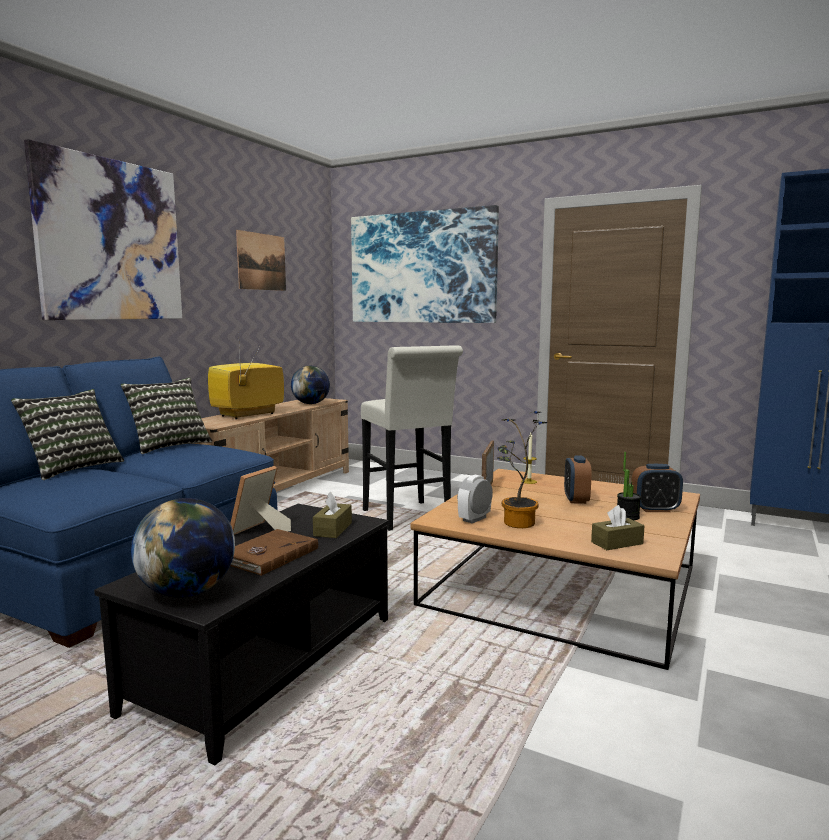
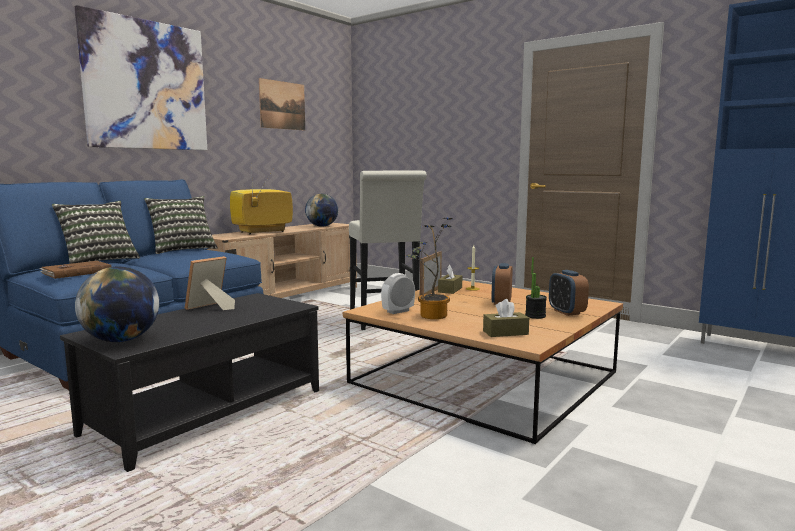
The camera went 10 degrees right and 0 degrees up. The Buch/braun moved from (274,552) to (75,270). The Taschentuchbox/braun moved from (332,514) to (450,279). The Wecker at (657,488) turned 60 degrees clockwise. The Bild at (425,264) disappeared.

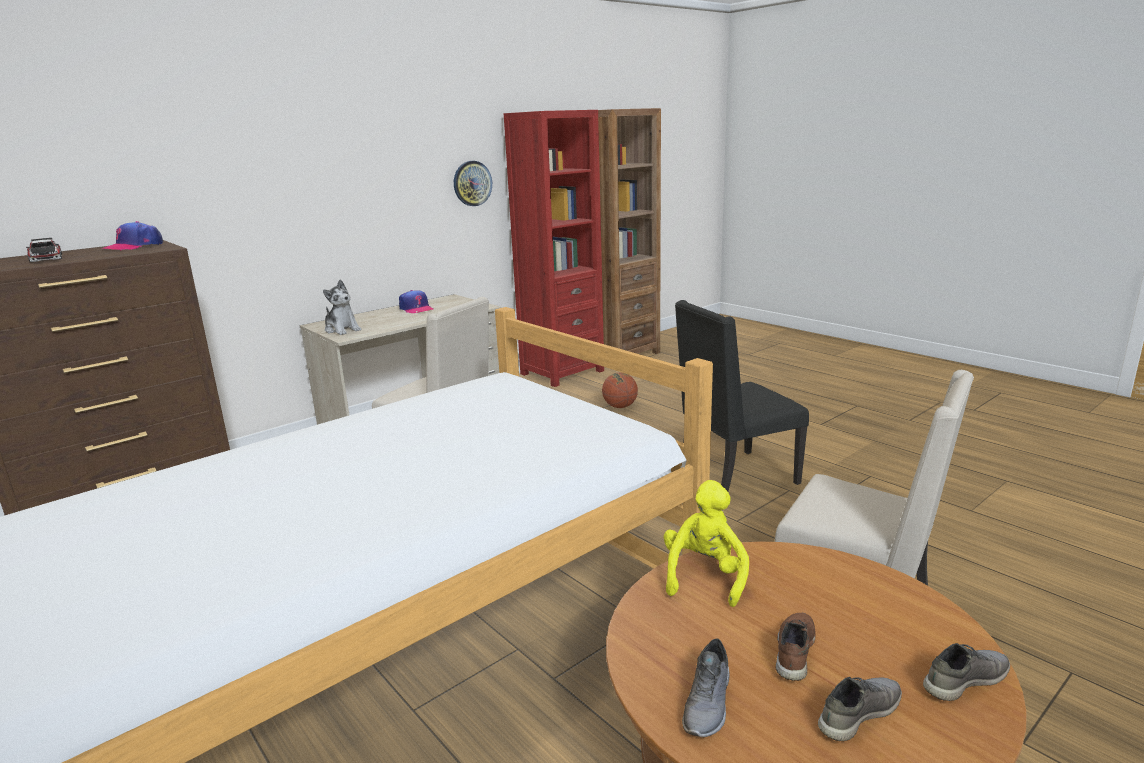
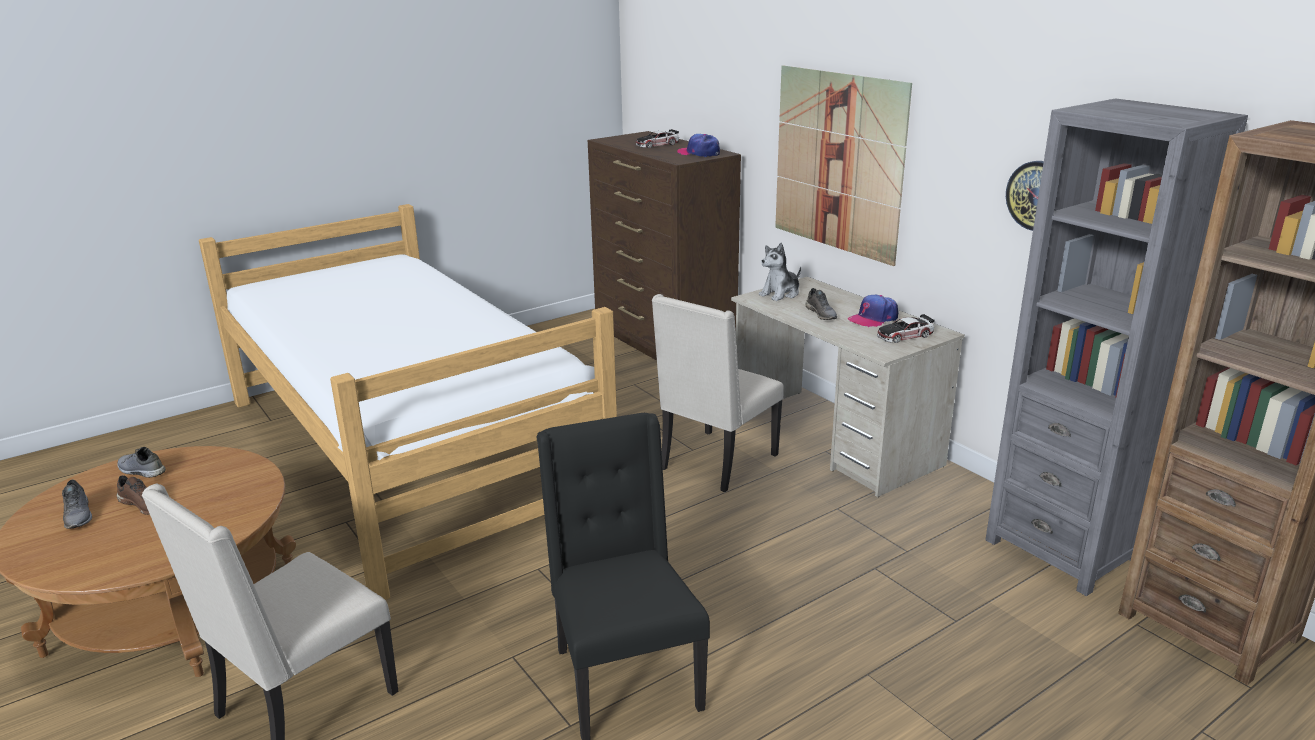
The camera went 95 degrees right and 5 degrees up. The Bild at (843,166) appeared. The Schuh/grau moved from (966,672) to (821,304). The Spielzeugauto at (906,328) appeared. The Bücherregal/rot at (554,248) became the Bücherregal/grau at (1116,347). The Basketball at (620,390) disappeared. The Plüschtier/gelb at (706,543) disappeared.

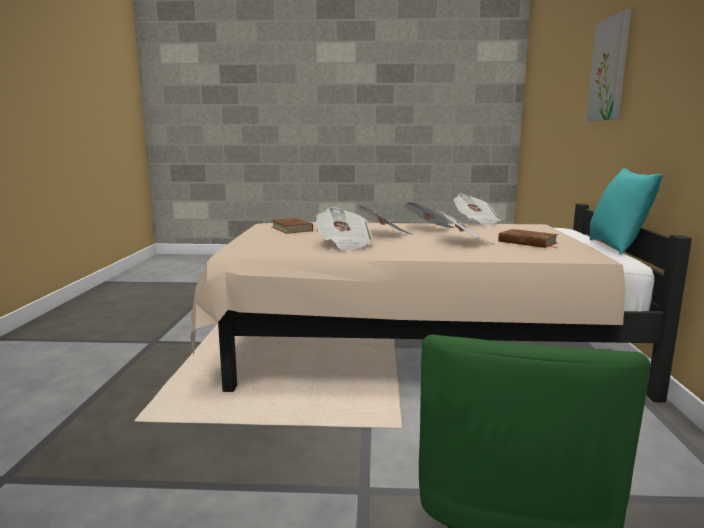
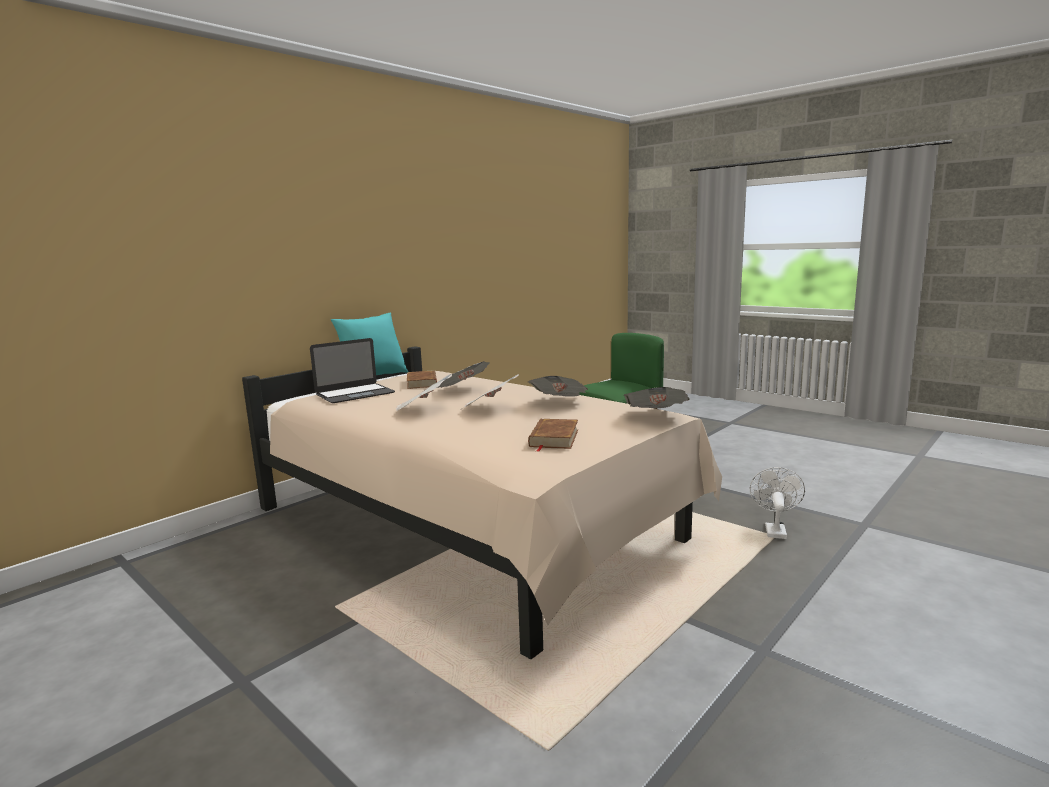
The camera went 140 degrees left and 0 degrees up. The Laptop at (352,370) appeared. The Zeitung moved from (477,210) to (657,397). The Ventilator/weiß at (777,503) appeared. The Bild at (608,65) disappeared.

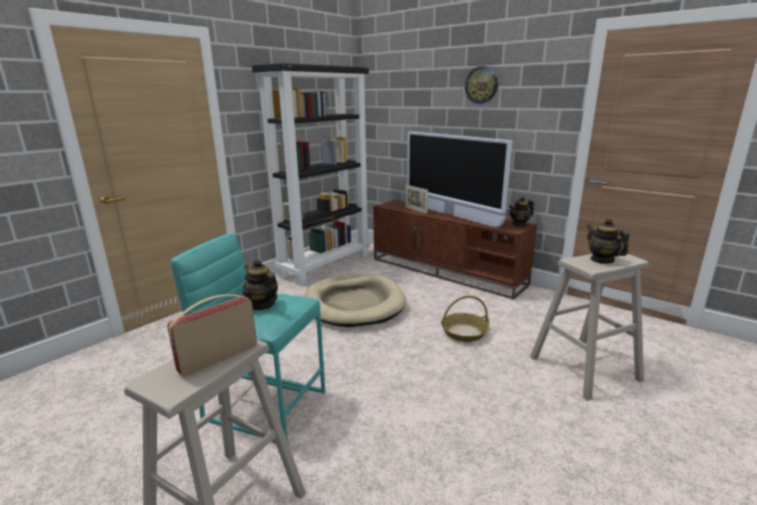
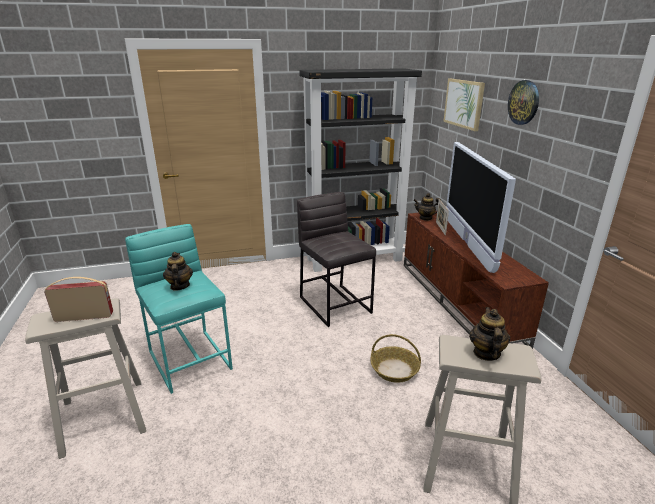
The camera went 35 degrees right and 5 degrees up. The Hundebett/beige at (355,300) was replaced by the Hocker/grau at (336,259). The Teekanne moved from (521,211) to (427,207). The Bild at (464,105) appeared.

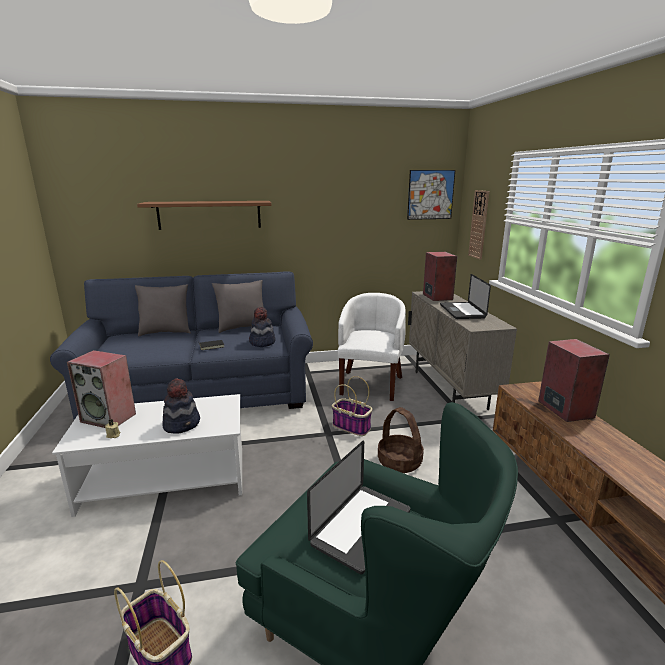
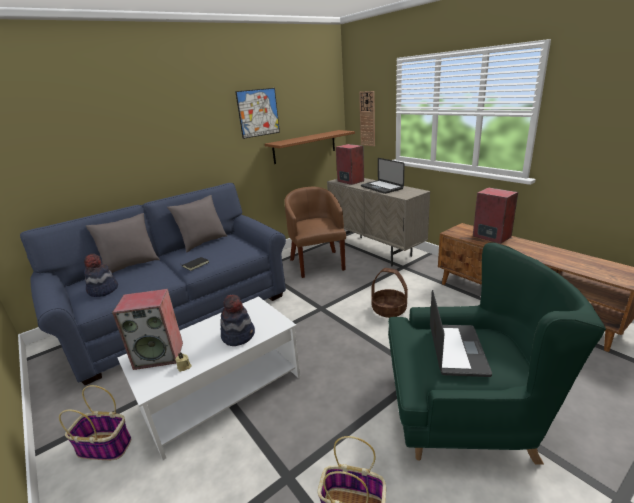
The camera went 25 degrees left and 5 degrees up. The Korb moved from (352,406) to (95,422). The Hut moved from (262,327) to (101,275). The Bild moved from (431,195) to (257,113). The Wandregal/braun moved from (204,215) to (310,147). The Sessel/weiß at (372,347) became the Sessel/braun at (315,232).

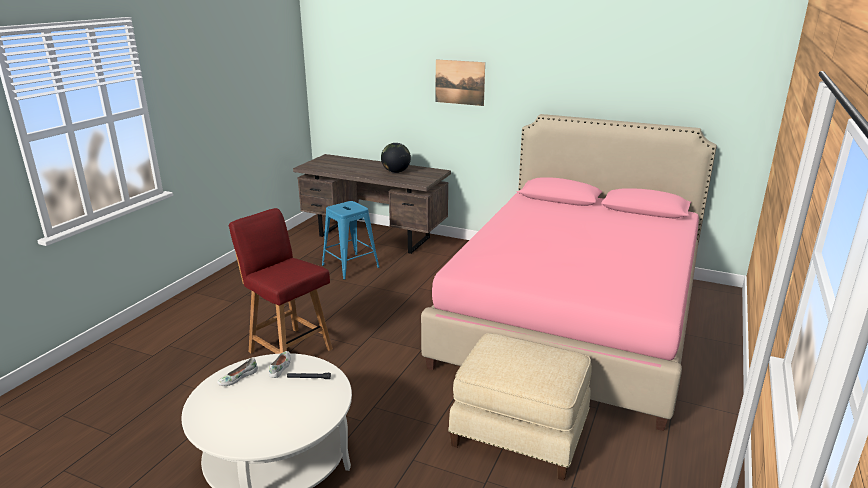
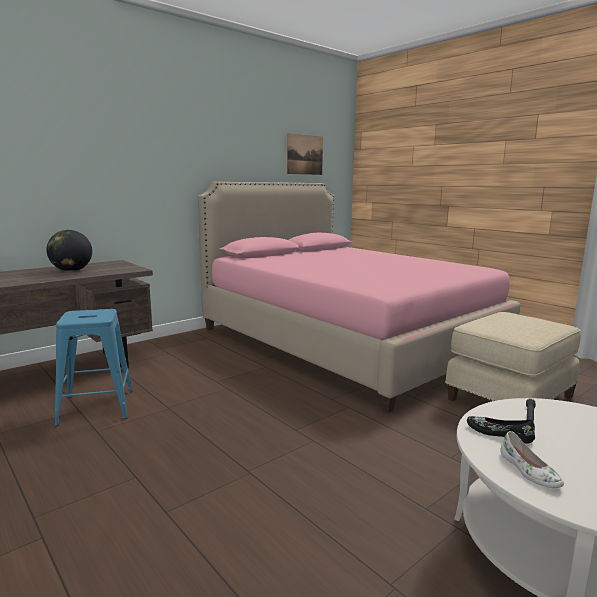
The camera went 65 degrees left and 10 degrees down. The Bild moved from (460,82) to (305,154). The Schuh/weiß at (280,364) became the Schuh/schwarz at (501,430). The Stuhl/rot at (281,281) disappeared.

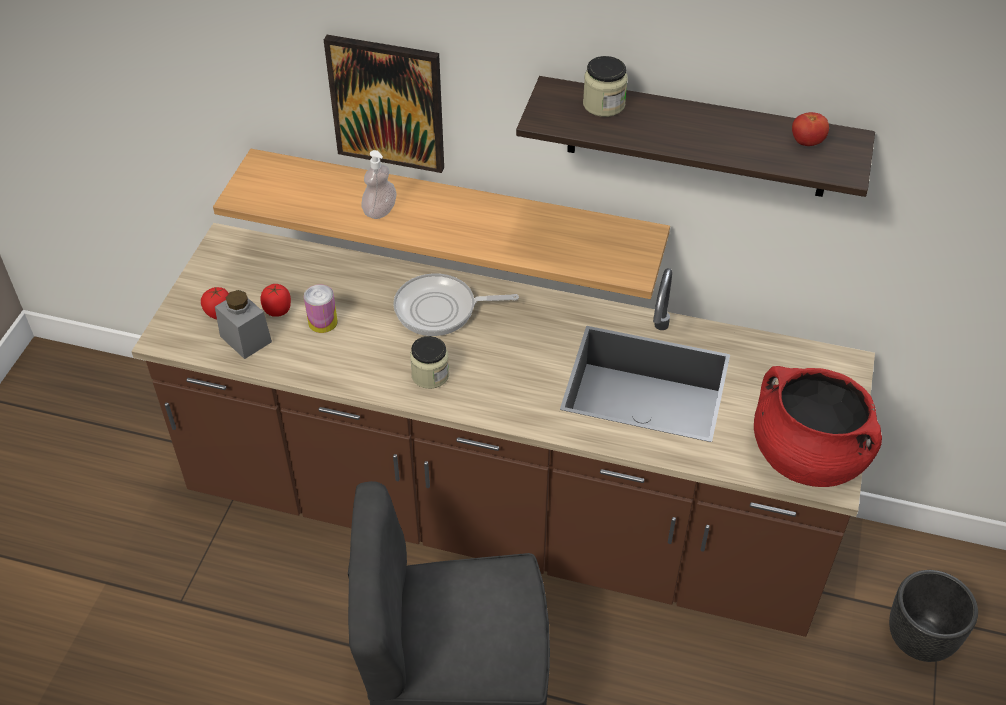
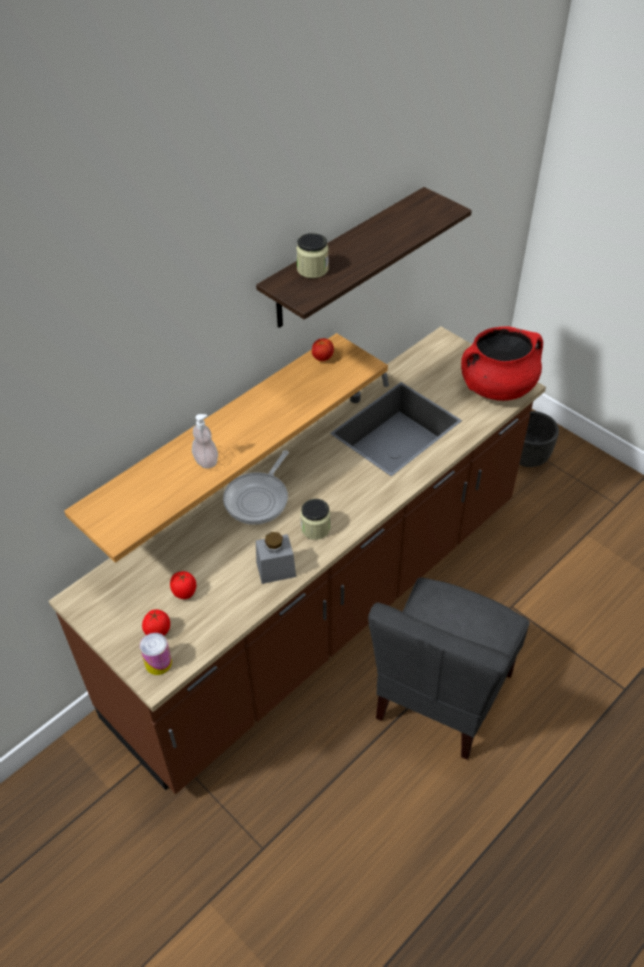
The camera went 60 degrees left and 0 degrees up. The Dose moved from (321,309) to (156,654). The Vorratsglas/grau moved from (243,324) to (276,558). The Tomate moved from (810,129) to (323,349). The Bild at (384,104) disappeared.

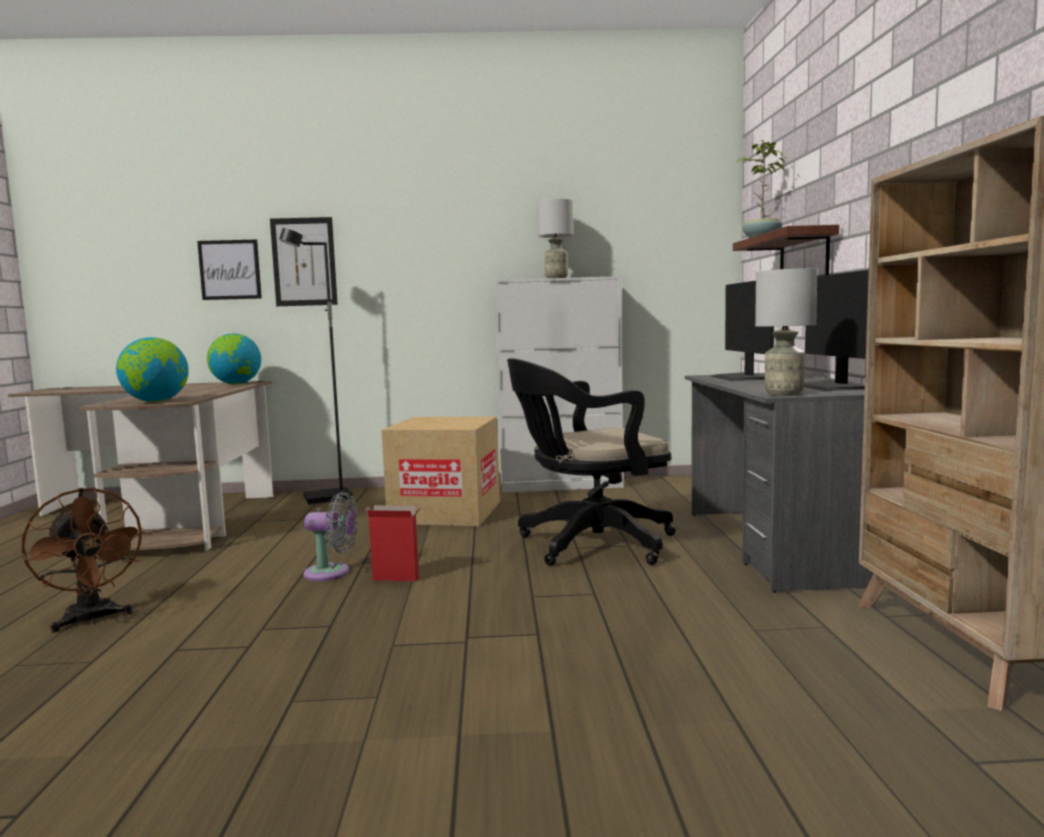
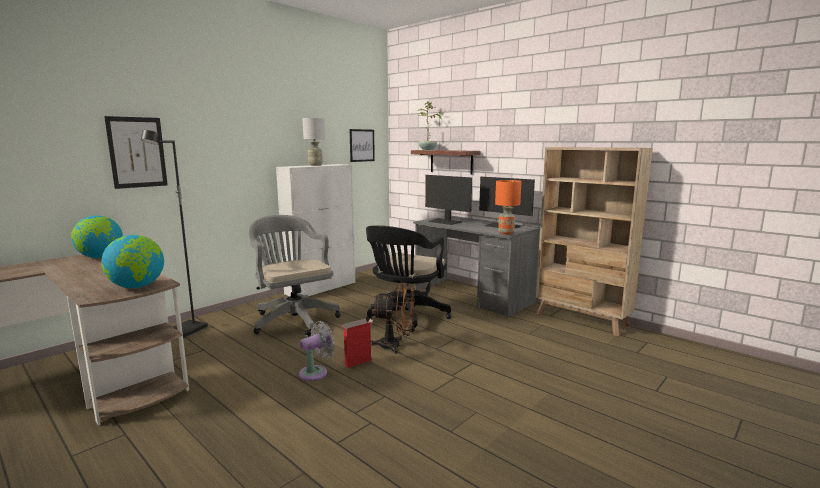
The camera went 45 degrees left and 5 degrees up. The Karton at (441,471) was replaced by the Bürostuhl/grau at (295,276). The Bild moved from (229,270) to (362,145). The Ventilator/braun moved from (83,560) to (393,318). The Tischlampe/grau at (786,332) became the Tischlampe/orange at (508,207).

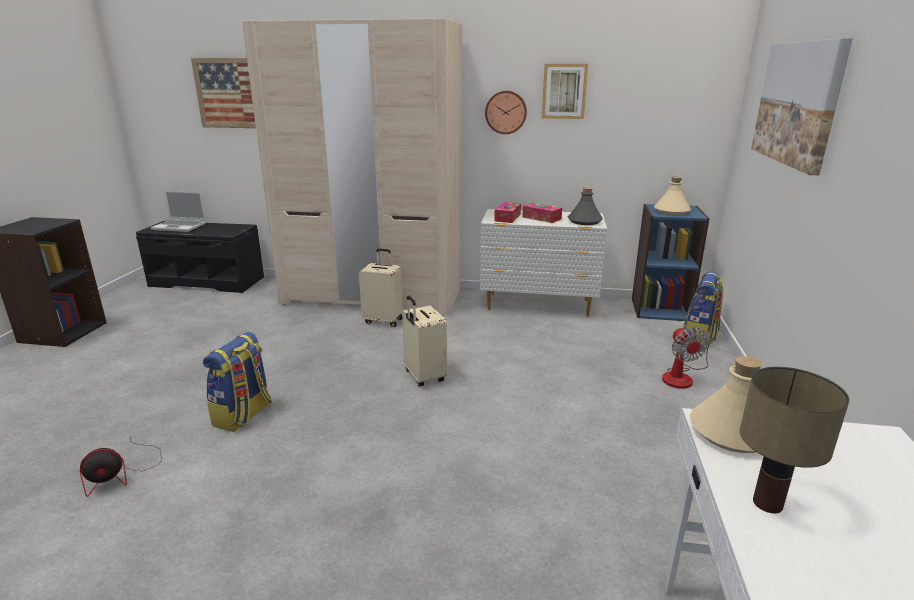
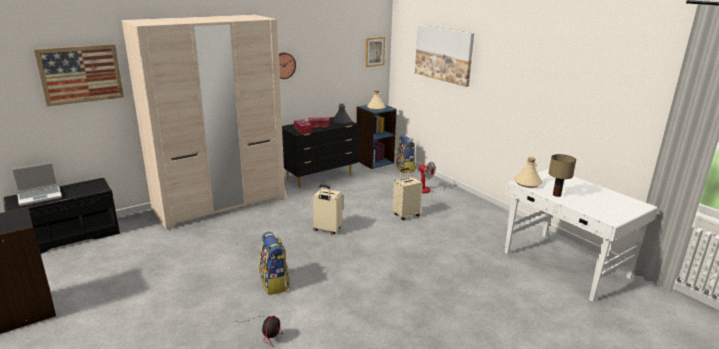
The camera went 45 degrees left and 0 degrees up. The Kommode/weiß at (543,262) became the Kommode/schwarz at (320,152). The Bild moved from (565,91) to (375,52). The Koffer/beige moved from (381,288) to (408,194).

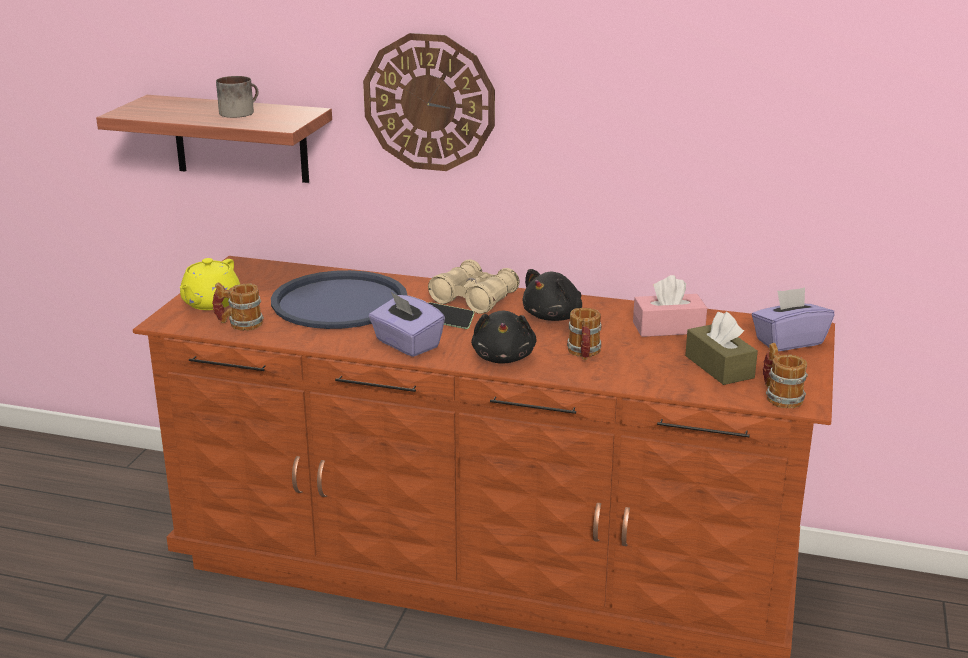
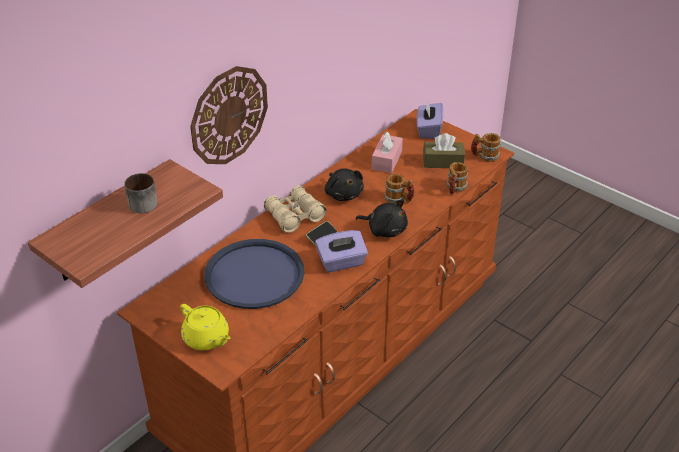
The camera went 65 degrees left and 15 degrees up. The Henkelbecher moved from (238,306) to (458,178).

